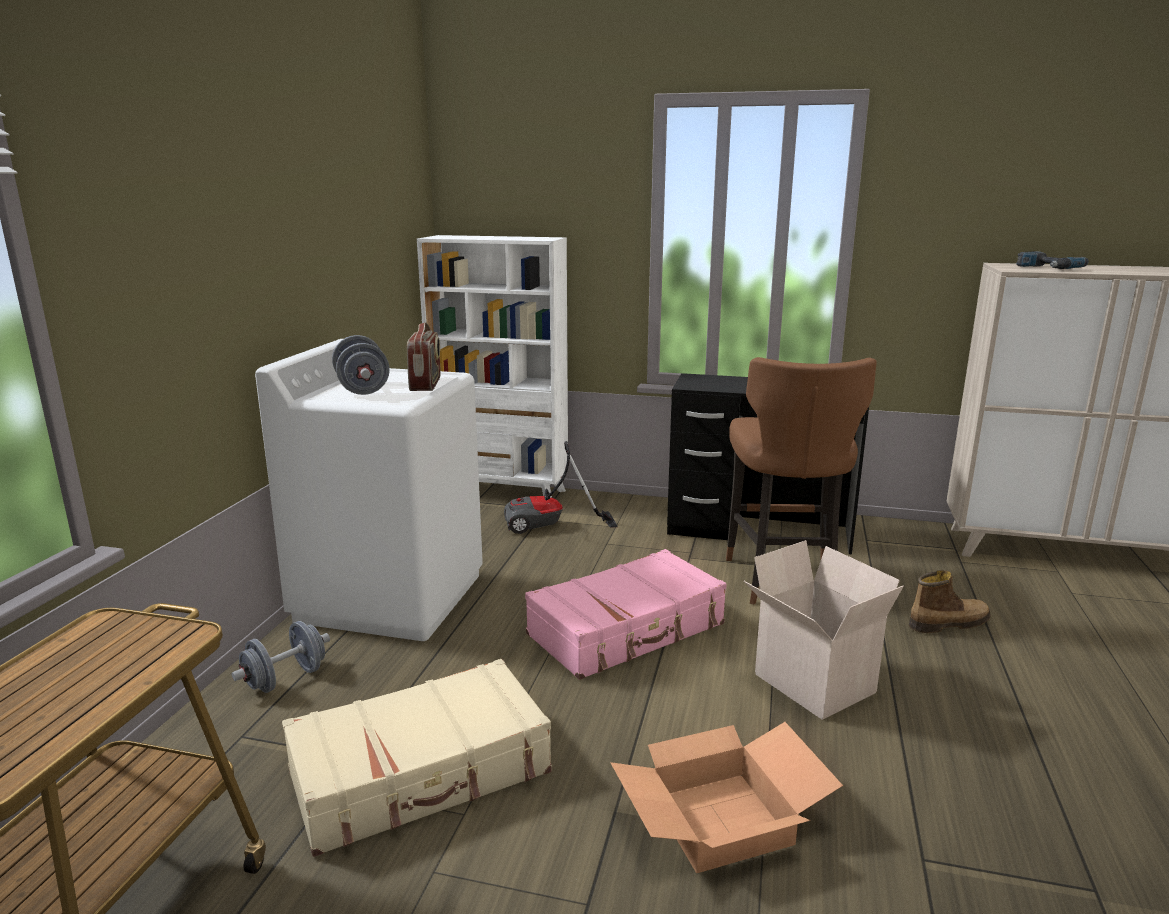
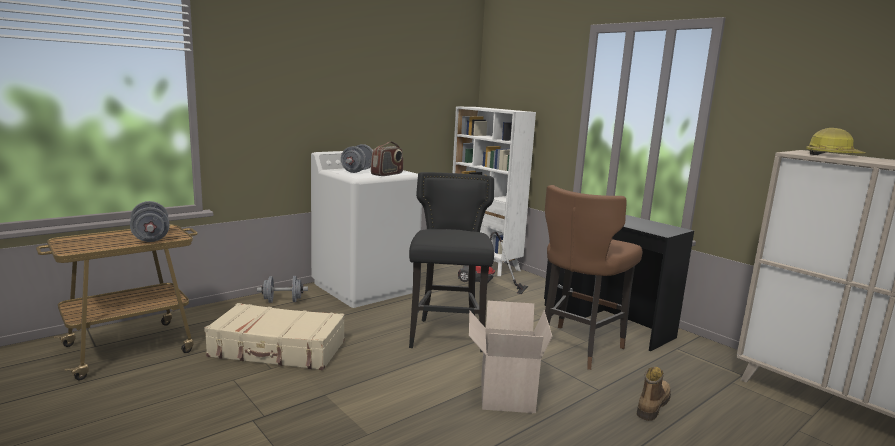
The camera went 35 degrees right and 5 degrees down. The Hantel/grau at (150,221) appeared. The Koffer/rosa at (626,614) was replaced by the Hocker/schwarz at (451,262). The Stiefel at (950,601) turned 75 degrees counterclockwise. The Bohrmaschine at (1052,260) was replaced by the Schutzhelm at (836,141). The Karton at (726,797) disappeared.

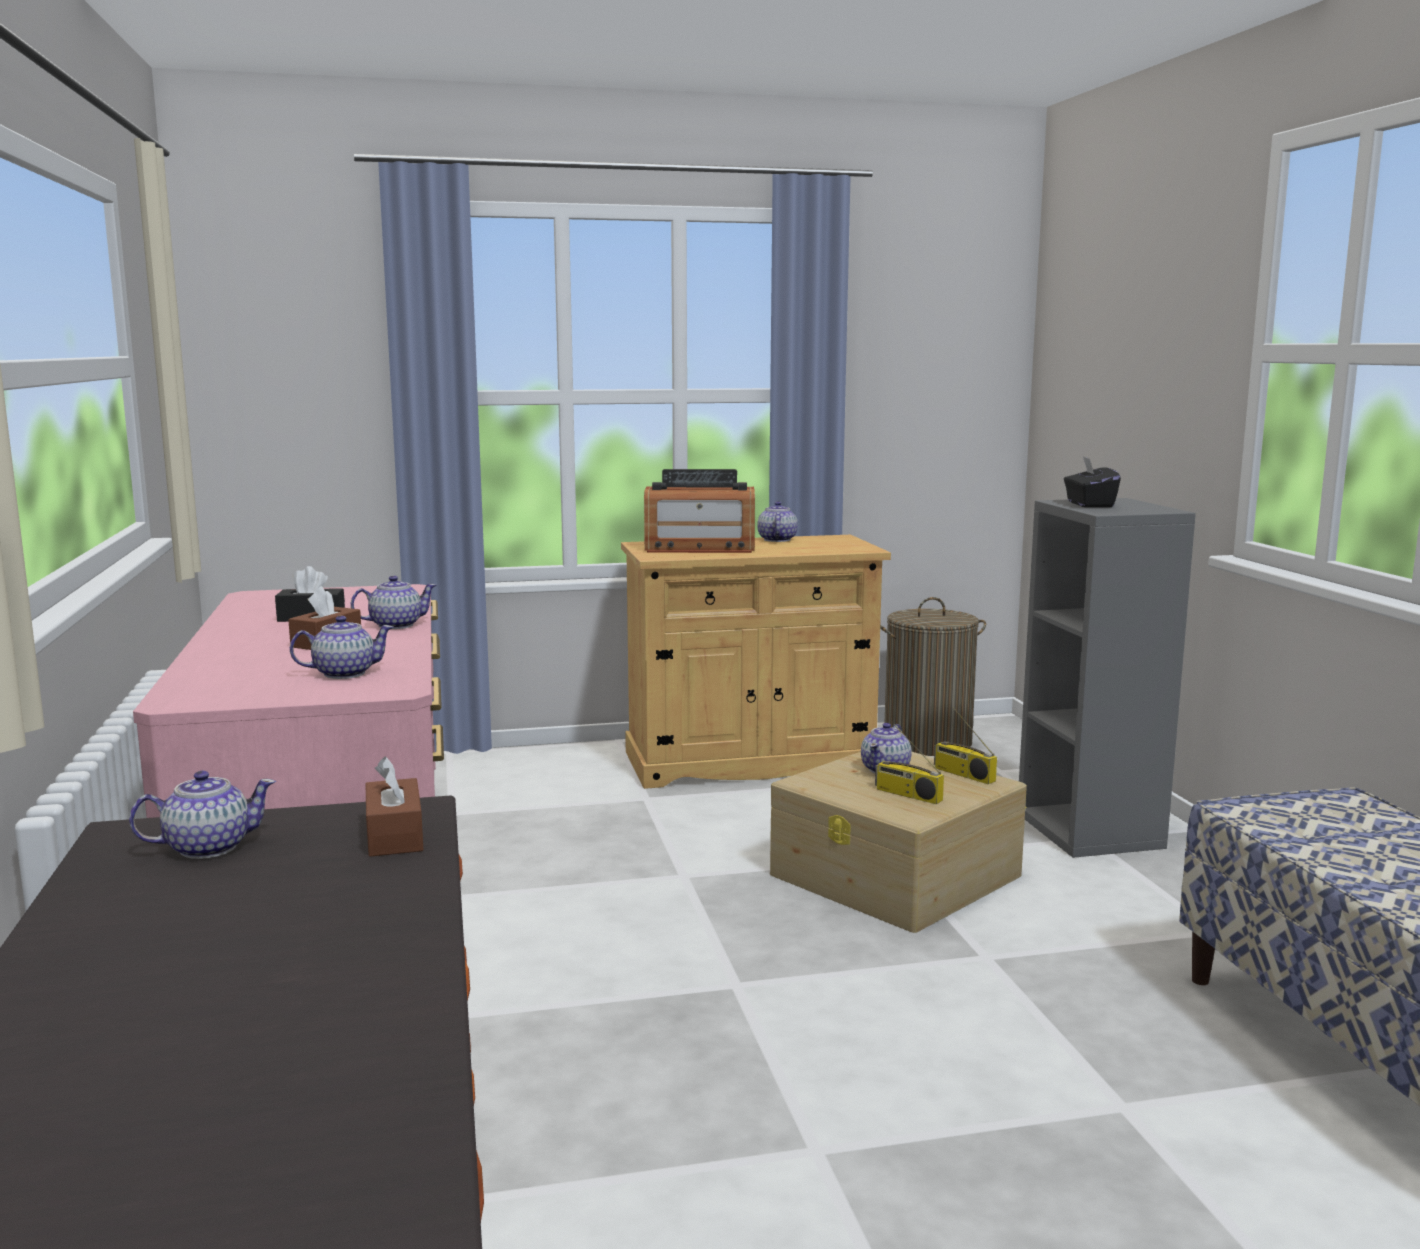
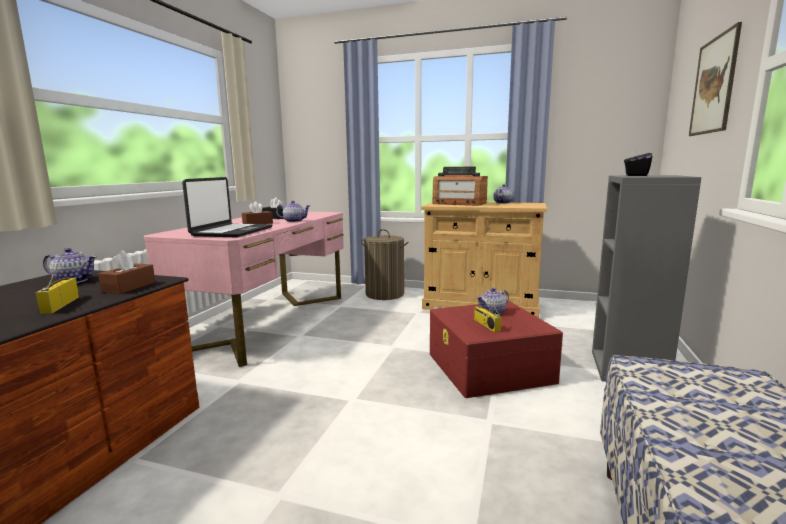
The camera went 30 degrees right and 0 degrees up. The Radio moved from (965,745) to (57,281). The Teekanne at (342,647) was replaced by the Laptop at (227,207). The Wäschekorb moved from (933,676) to (384,264). The Aufbewahrungsbox/beige at (898,842) became the Aufbewahrungsbox/rot at (496,349). The Bild at (715,79) appeared.

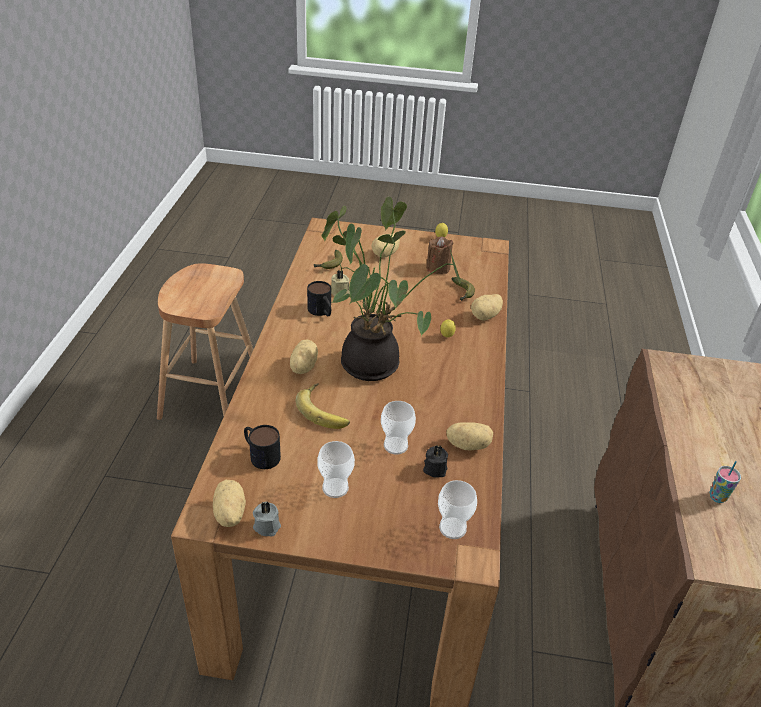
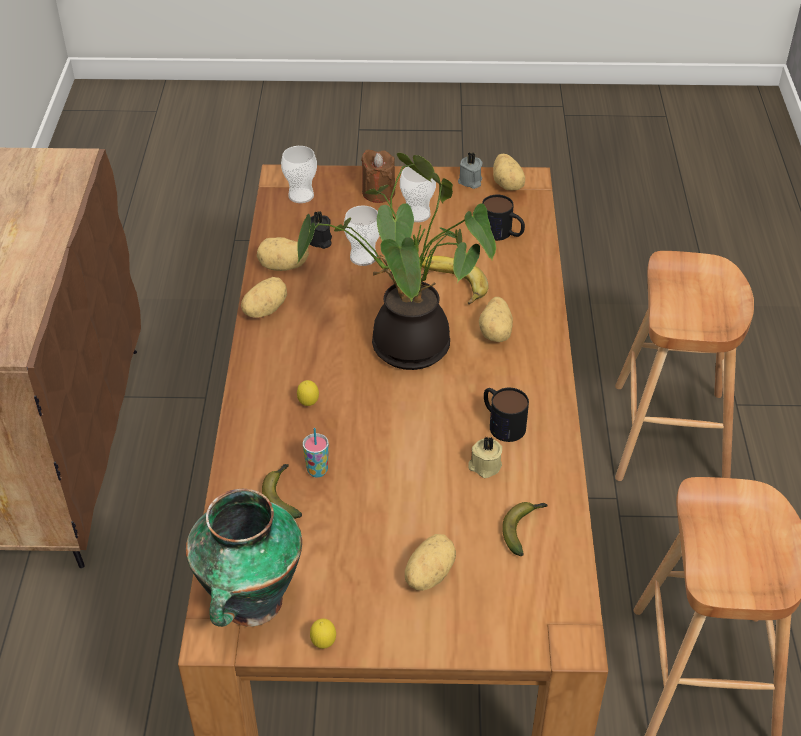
The camera went 175 degrees right and 5 degrees up. The Vase at (244,558) appeared. The Kartoffel moved from (487,307) to (264,297). The Tasse moved from (725,482) to (316,452). The Kerze/braun moved from (440,255) to (378,176). The Hocker/braun at (684,366) appeared.

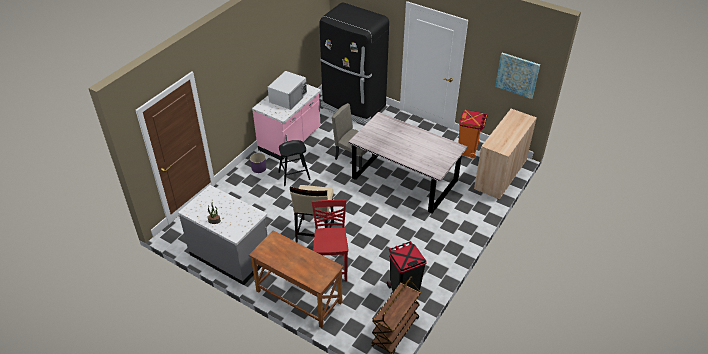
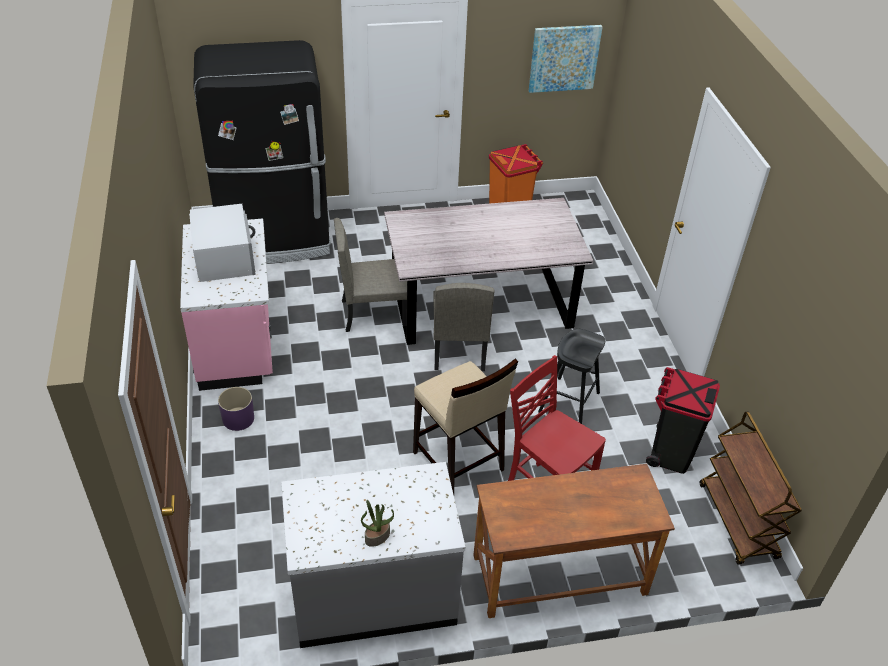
The camera went 45 degrees left and 0 degrees up. The Stuhl/beige at (464,327) appeared. The Hocker/schwarz moved from (294,163) to (571,376). The Schrank/beige at (505,154) disappeared.

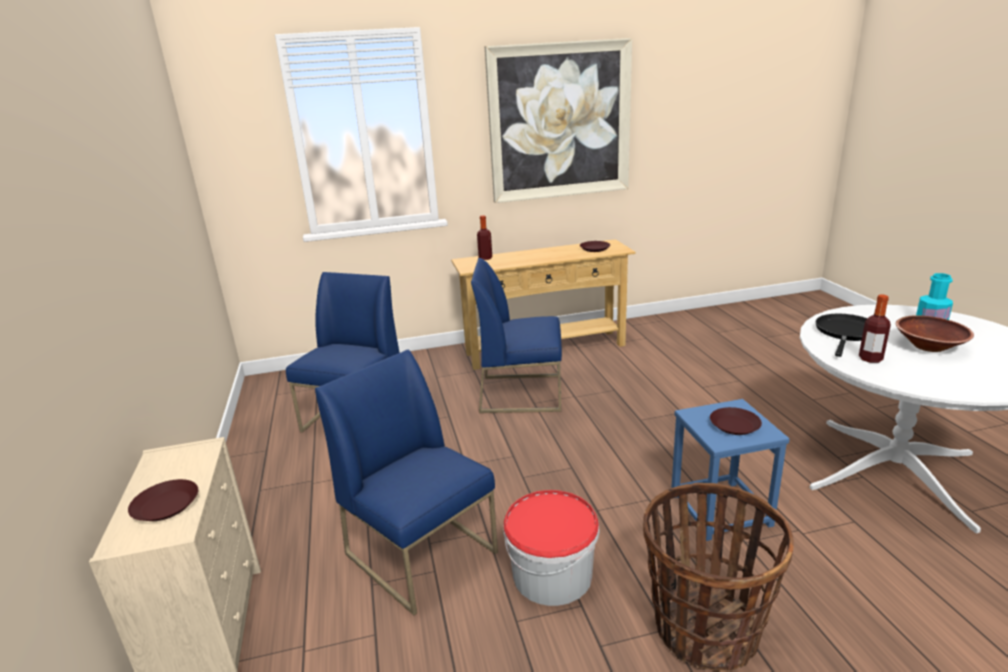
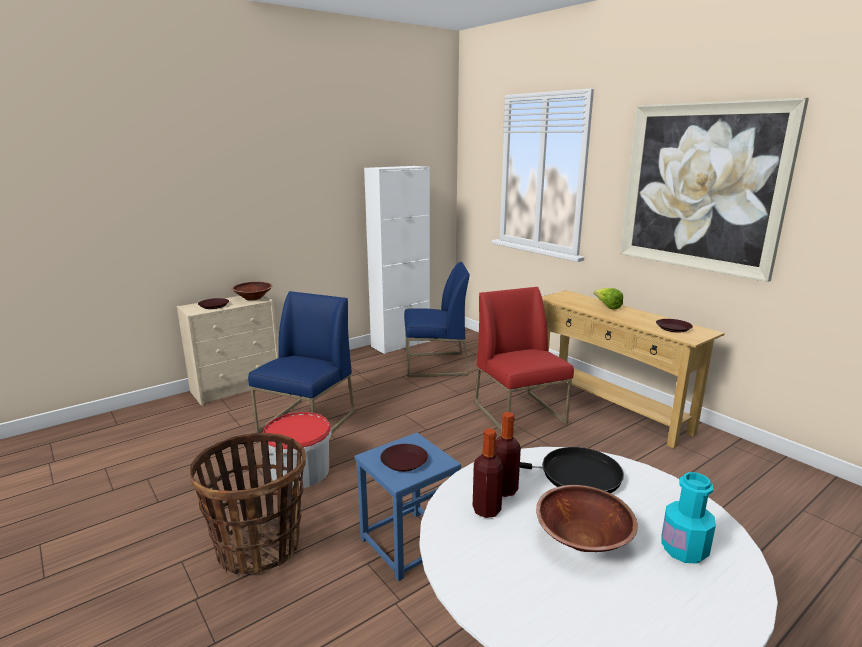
The camera went 65 degrees right and 5 degrees down. The Schüssel/braun at (252,291) appeared. The Schrank/weiß at (397,260) appeared. The Flasche moved from (484,237) to (488,473). The Stuhl/blau at (516,335) became the Stuhl/rot at (524,358). The Salatkopf at (608,299) appeared.

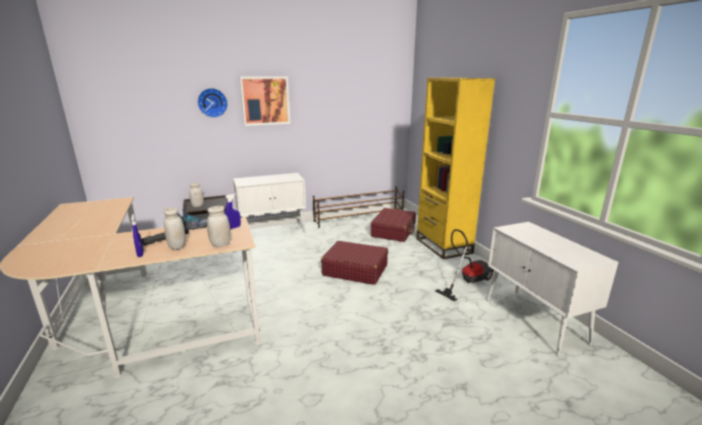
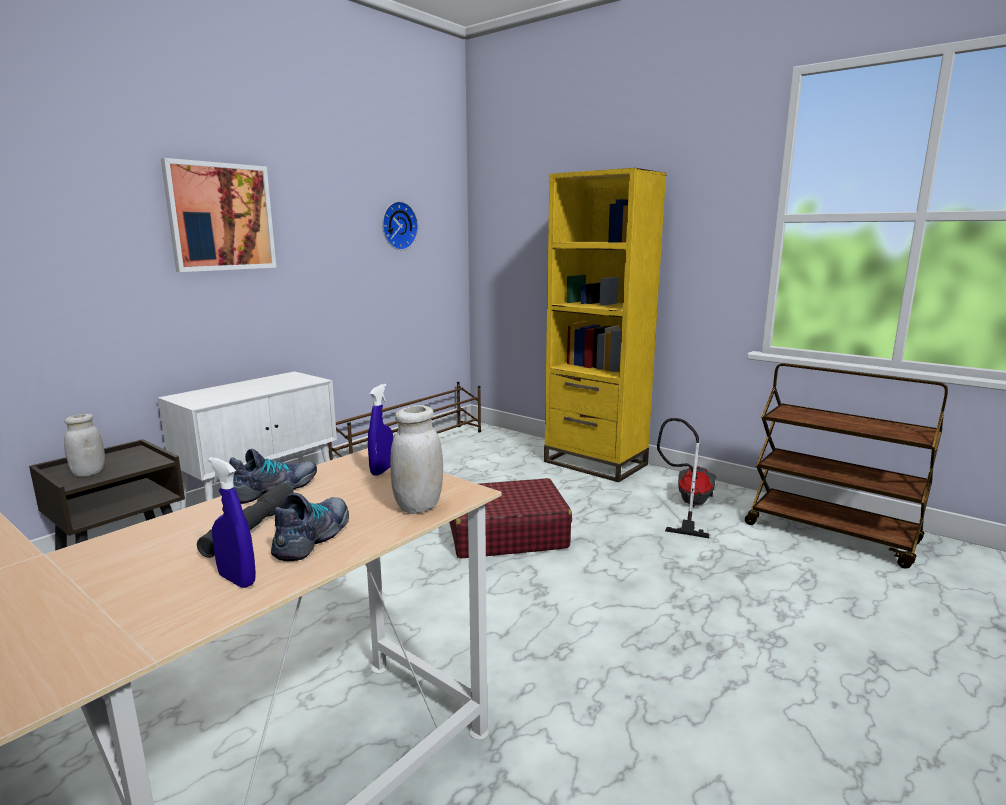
The camera went 30 degrees left and 5 degrees down. The Vorratsglas/weiß at (175,228) was replaced by the Schuh at (310,527). The Wanduhr moved from (212,103) to (400,225). The Schrank/weiß at (552,289) was replaced by the Rollwagen/braun at (846,466). The Koffer/rot at (393,225) disappeared.

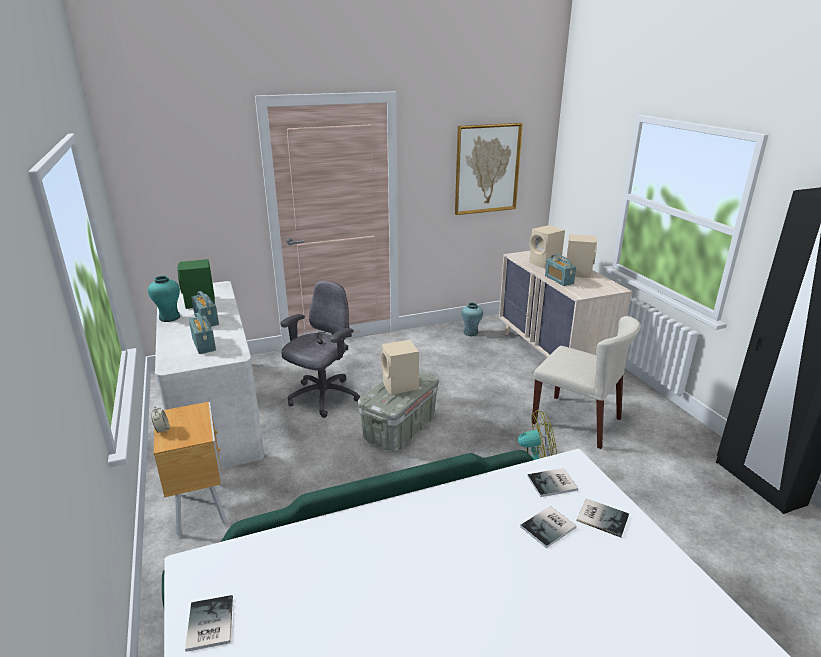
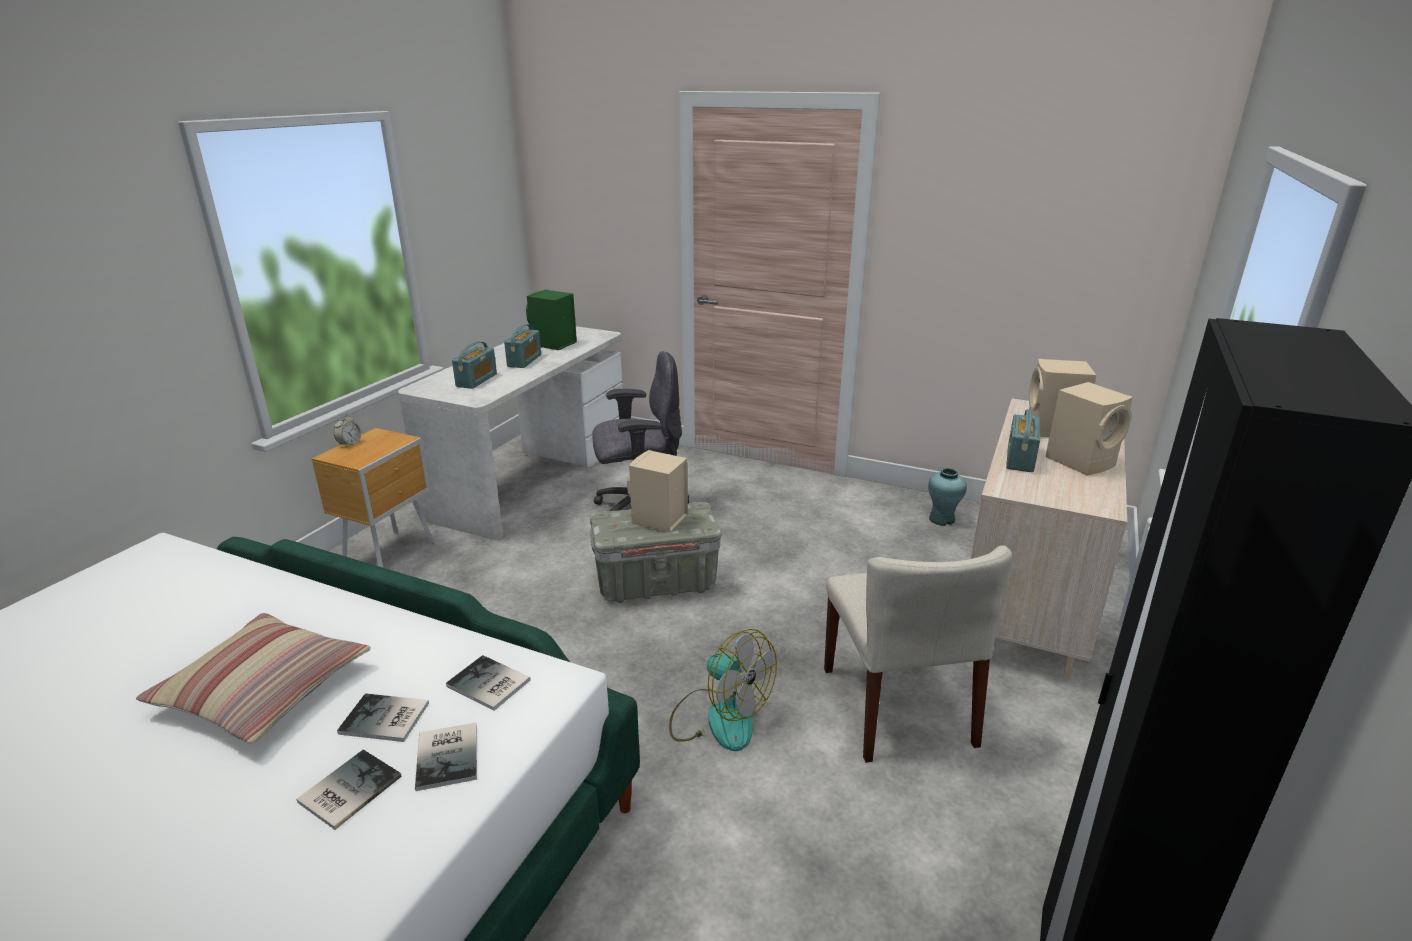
The camera went 45 degrees right and 0 degrees up. The Kissen at (253,678) appeared. The Buch moved from (209,623) to (349,789). The Vase/türkis at (164,299) disappeared. The Bild at (489,169) disappeared.

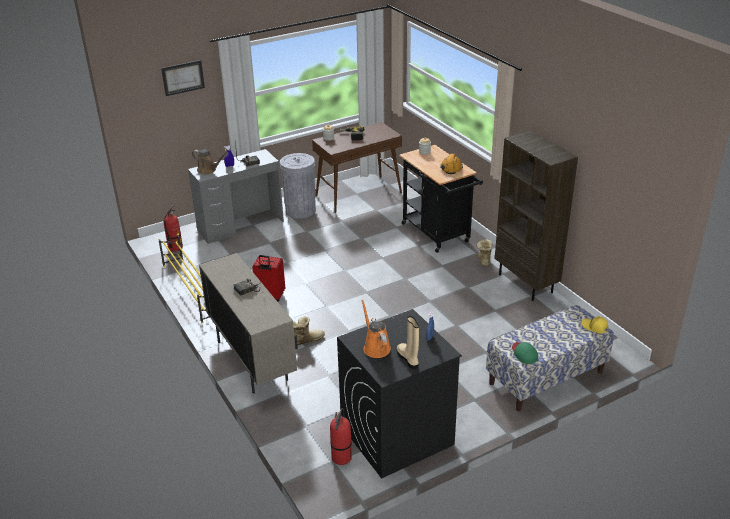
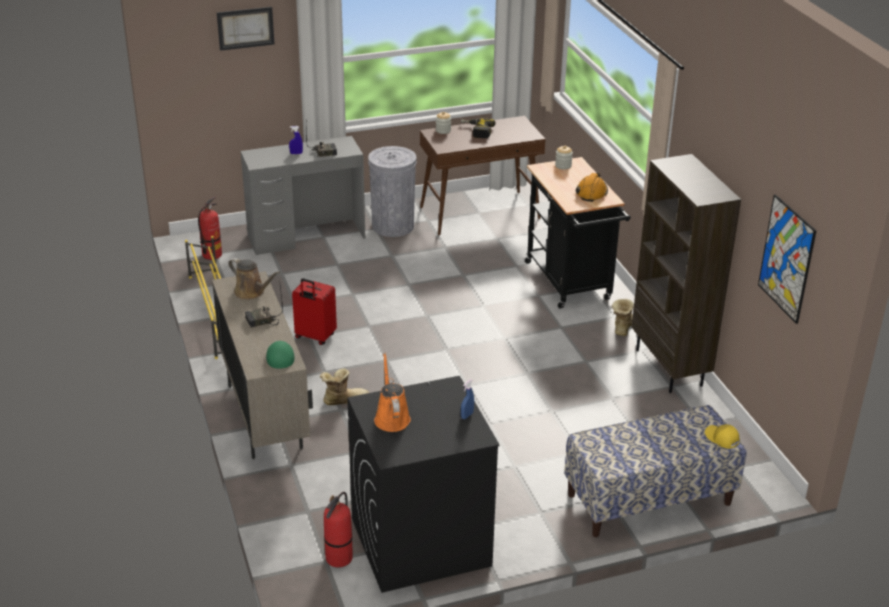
The camera went 10 degrees right and 0 degrees up. The Gießkanne/braun moved from (209,162) to (254,279). The Kappe/grün moved from (525,353) to (280,355). The Bild at (787,259) appeared. The Stiefel/beige at (408,342) disappeared.

